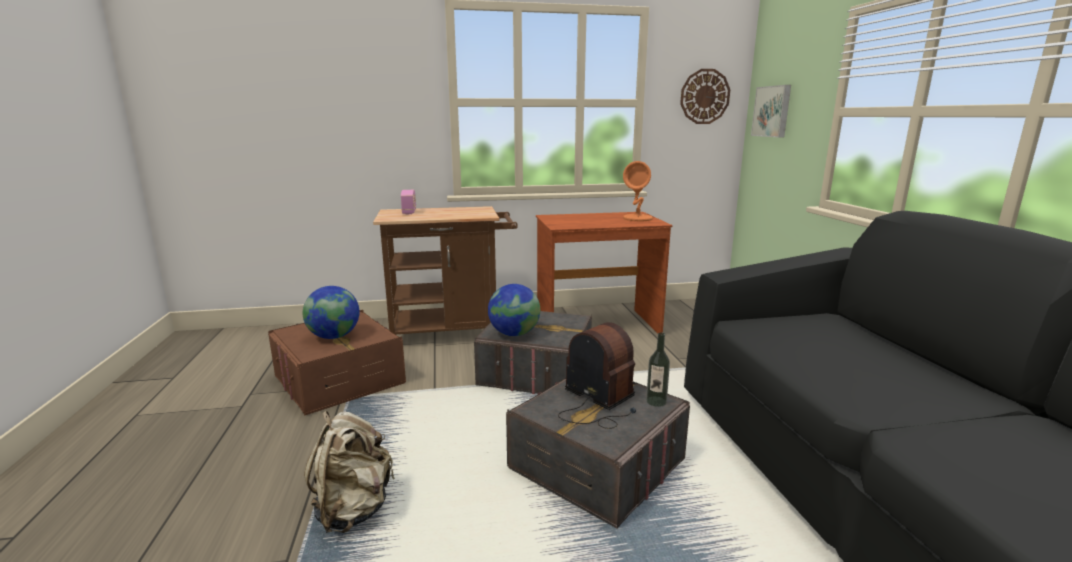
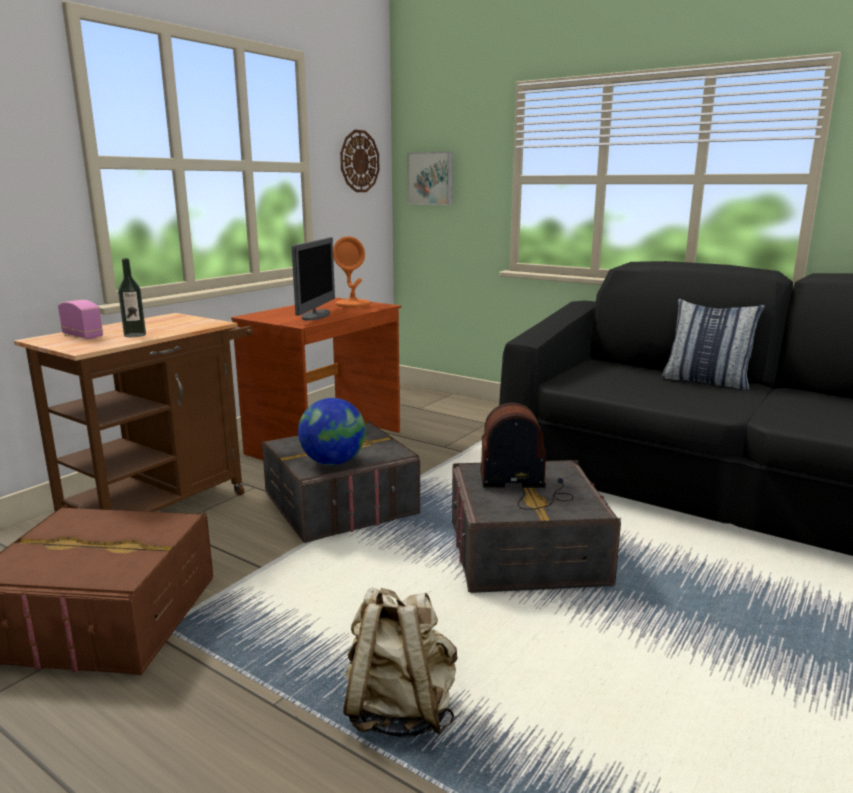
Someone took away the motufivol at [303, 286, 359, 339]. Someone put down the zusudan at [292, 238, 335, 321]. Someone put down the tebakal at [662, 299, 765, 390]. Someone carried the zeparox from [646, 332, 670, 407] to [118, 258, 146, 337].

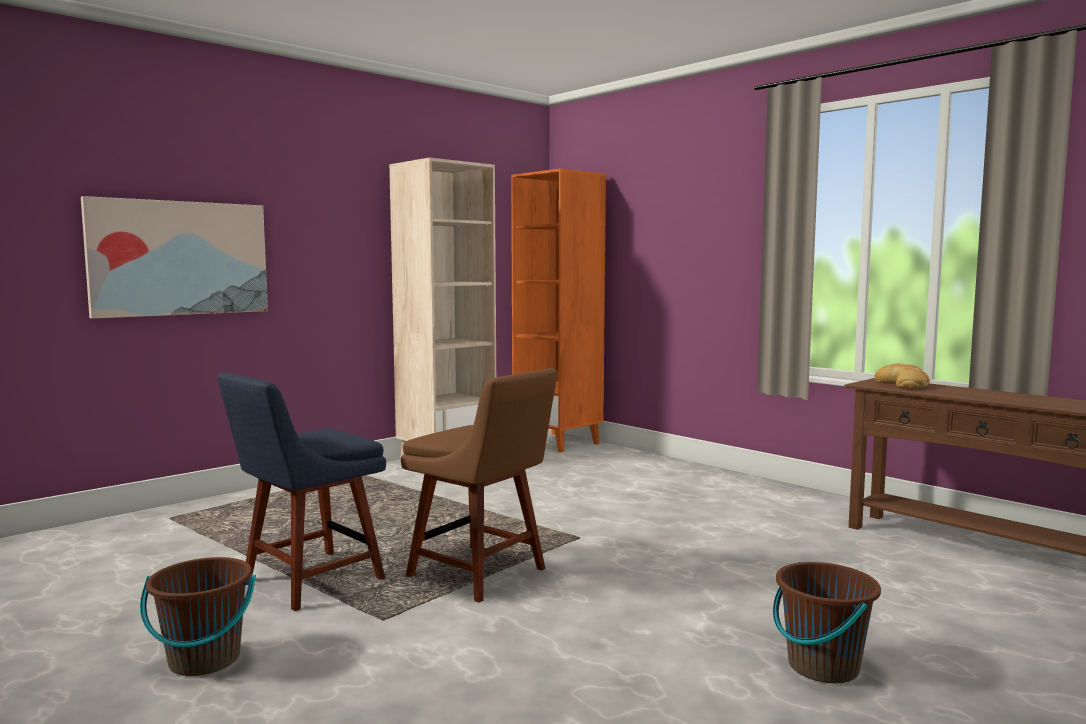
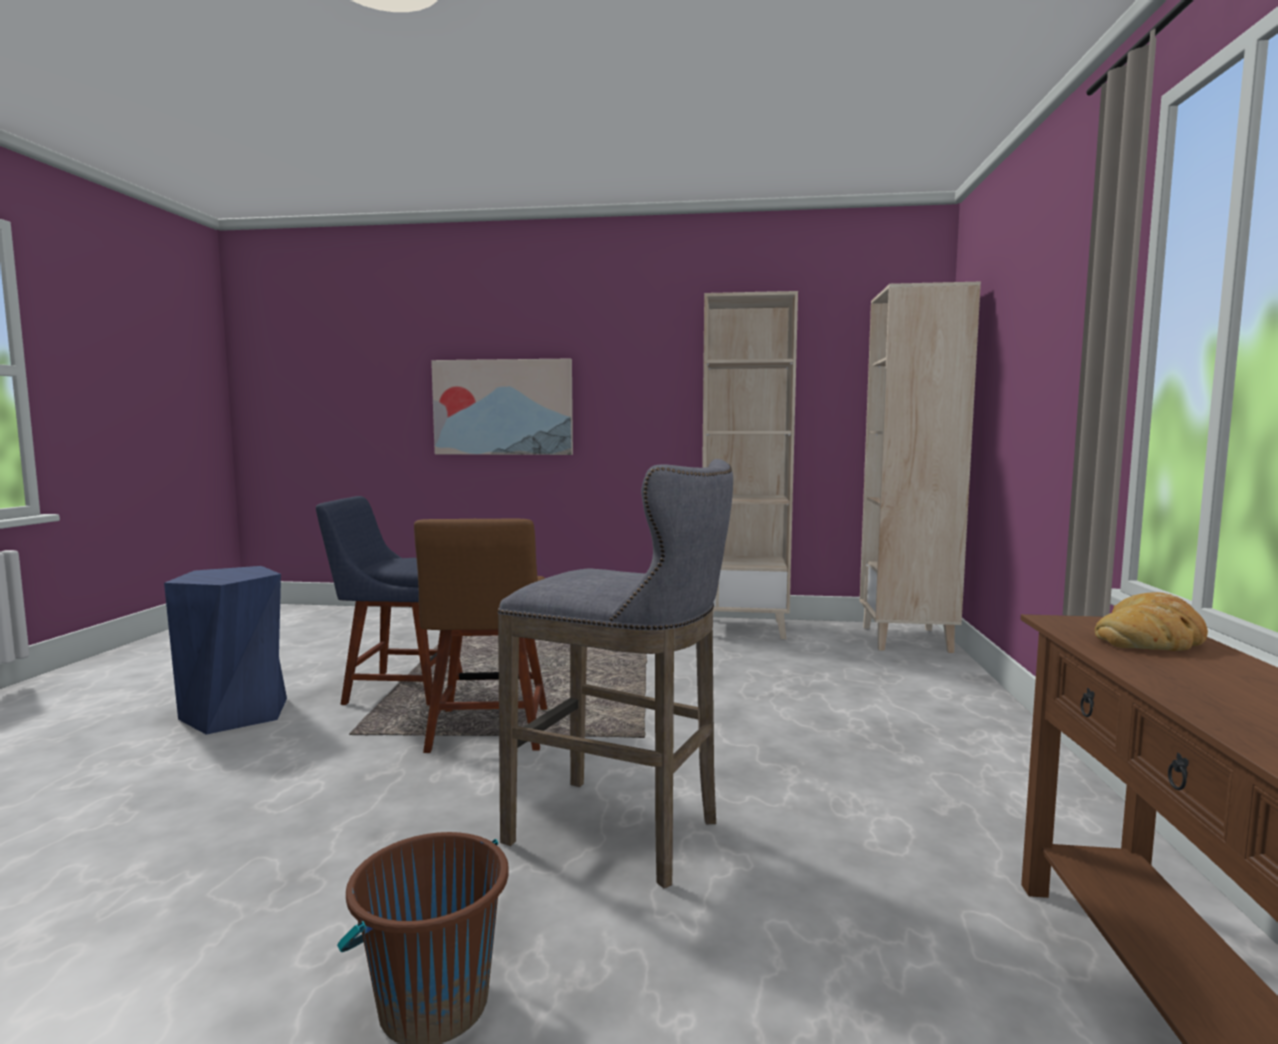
Someone put down the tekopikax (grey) at [498, 459, 733, 888]. Someone swapped the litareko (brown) at [140, 557, 256, 676] for the tekopikax (blue) at [164, 566, 287, 735]. Someone repainted the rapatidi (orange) at [511, 169, 606, 453], which became the rapatidi (beige) at [860, 282, 981, 653].

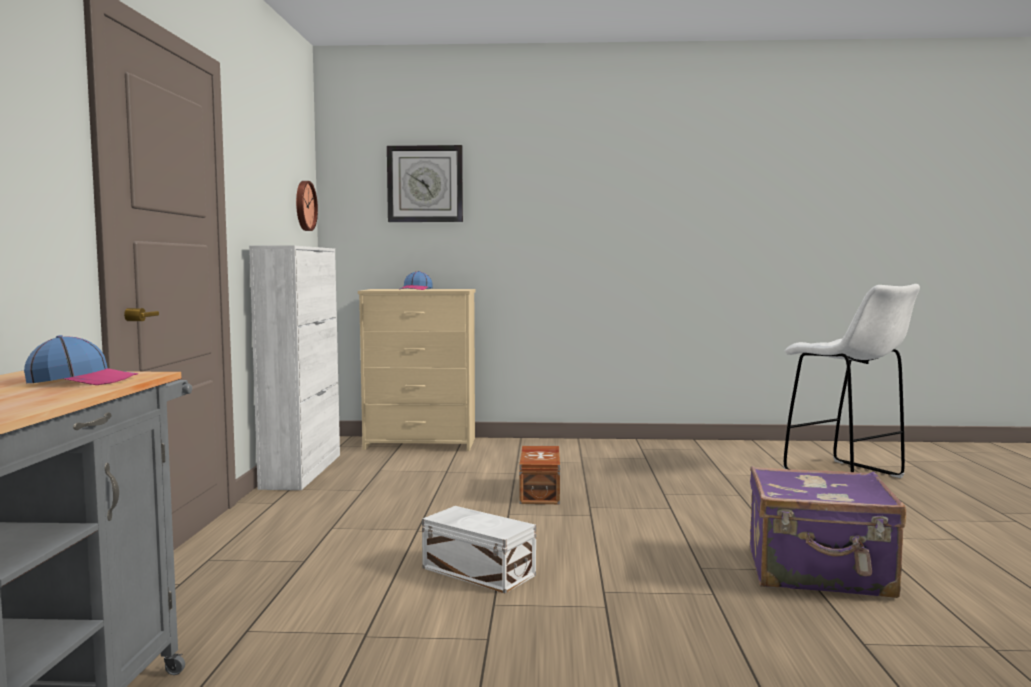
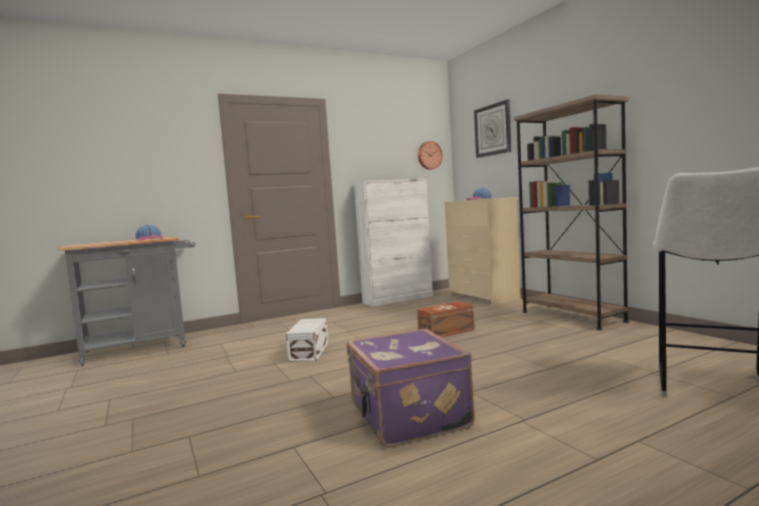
Someone put down the rapatidi (brown) at [514, 95, 629, 330].

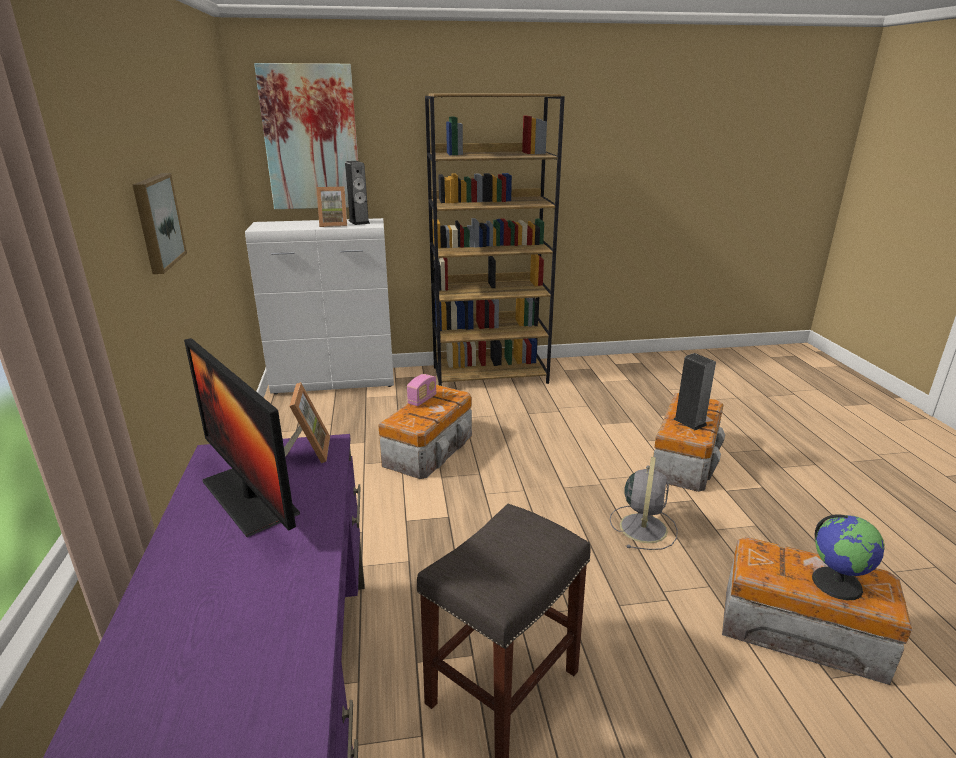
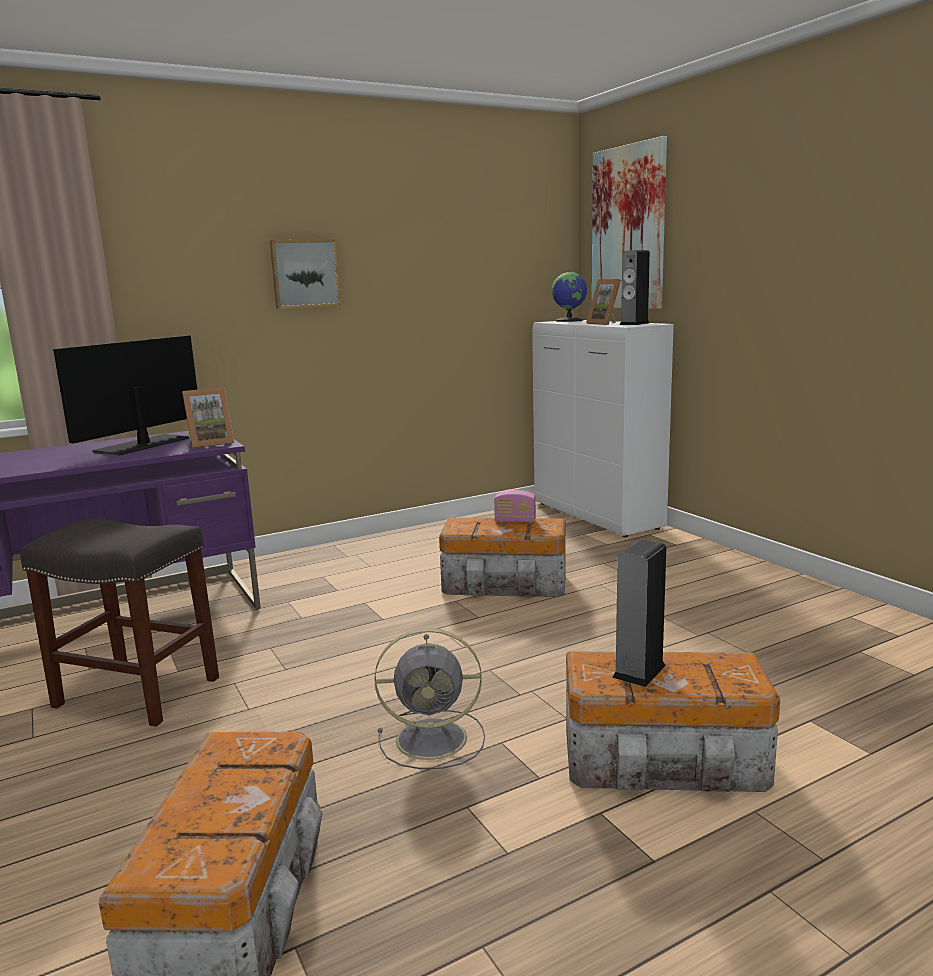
Someone took away the rapatidi (brown) at [425, 93, 565, 386]. Someone carried the motufivol from [812, 514, 885, 600] to [551, 272, 587, 322].

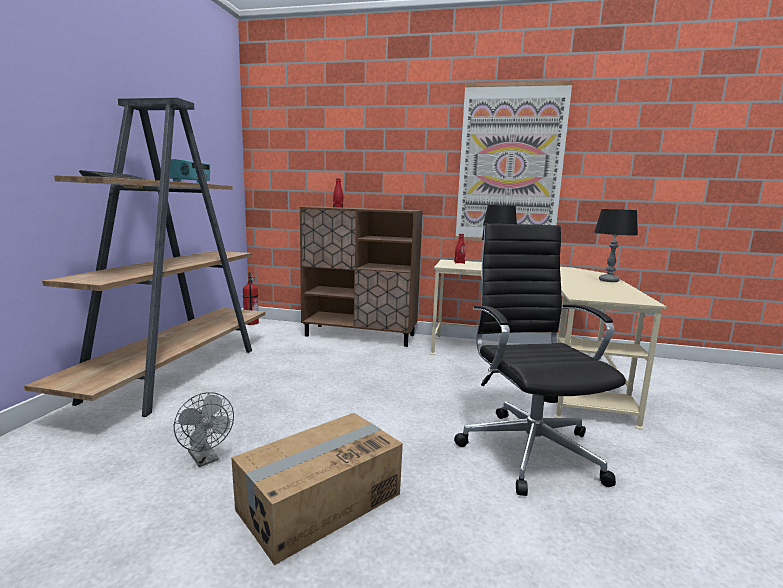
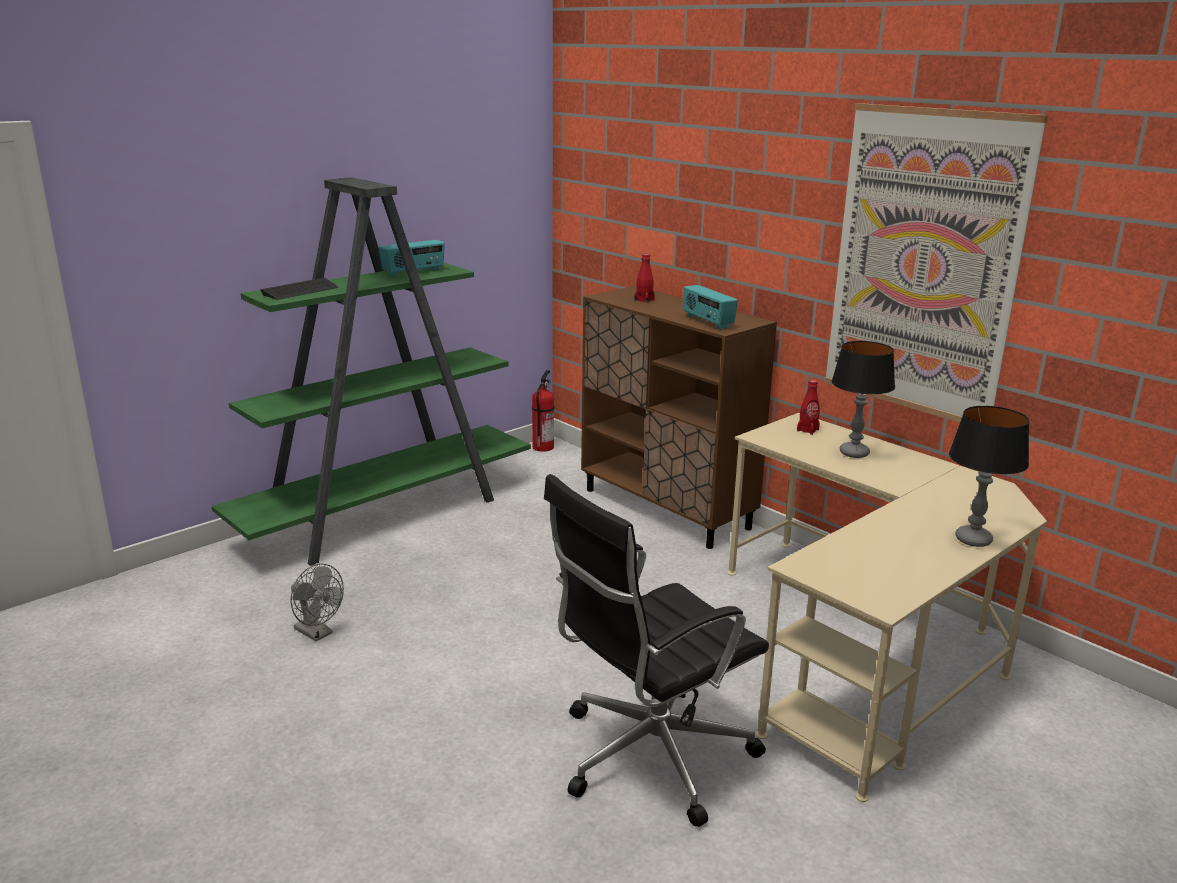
Someone took away the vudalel at [231, 413, 403, 565]. Someone put down the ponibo at [683, 285, 738, 329]. Someone repainted the rapatidi (brown) at [24, 98, 265, 417], which became the rapatidi (green) at [212, 177, 531, 566]. Someone rotated the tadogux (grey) at [174, 392, 234, 467] by 45 degrees counterclockwise. Someone rotated the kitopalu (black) at [454, 224, 626, 496] by 150 degrees counterclockwise.

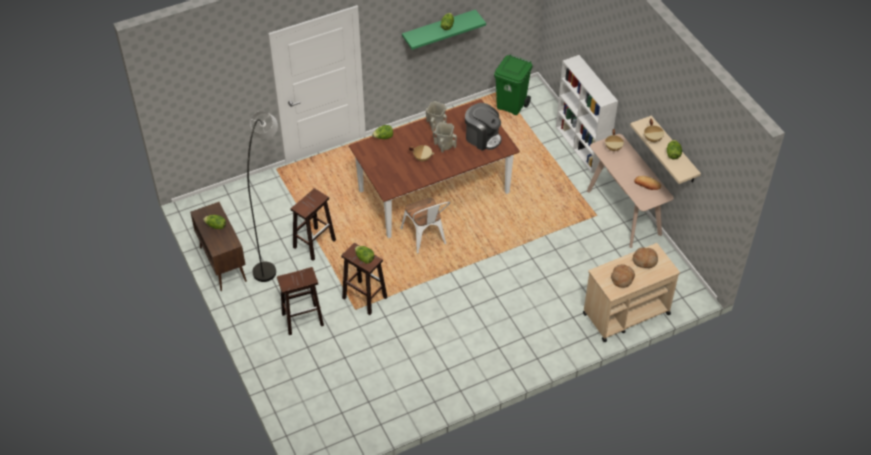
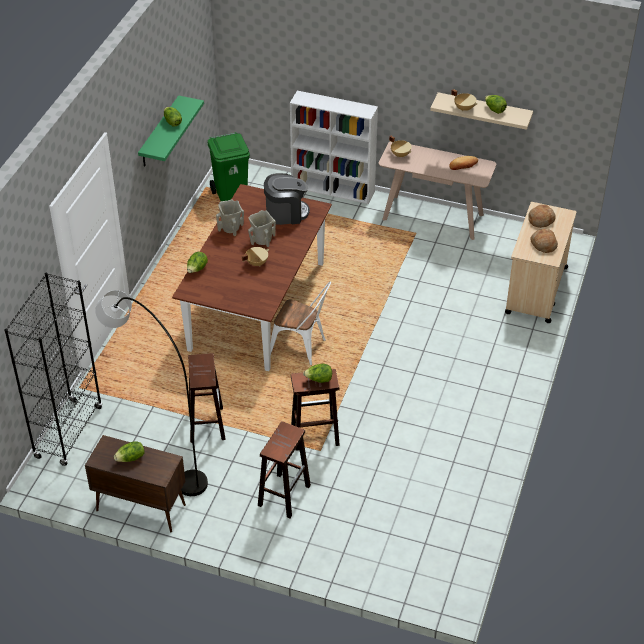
Someone put down the rapatidi (black) at [4, 273, 102, 466].

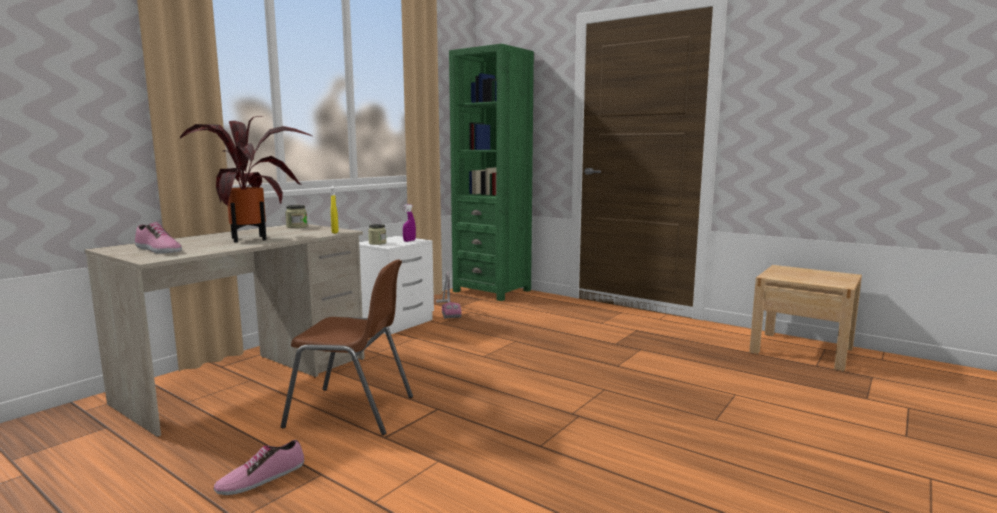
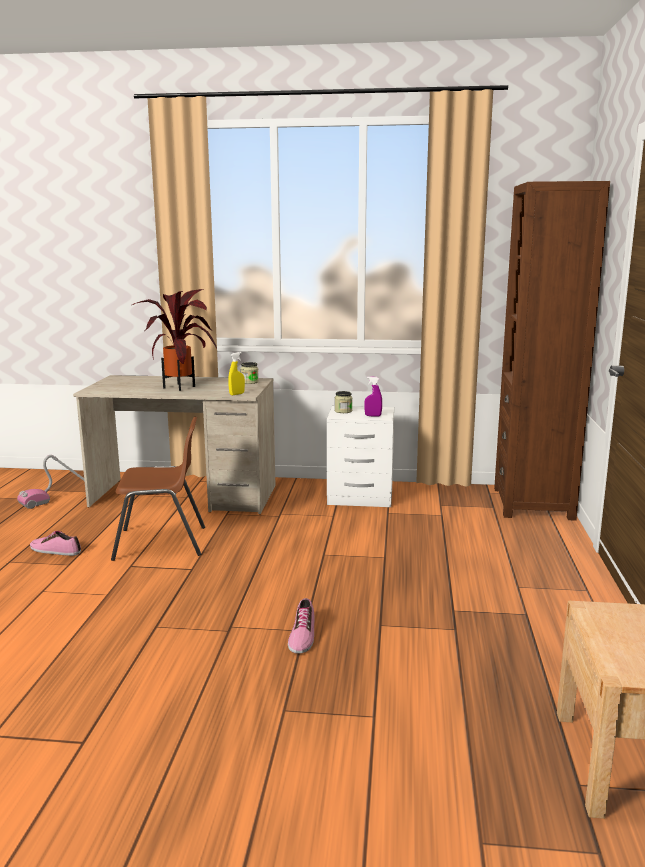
Someone carried the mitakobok from [135, 222, 182, 254] to [288, 598, 315, 653]. Someone carried the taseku from [436, 271, 461, 319] to [17, 455, 84, 509]. Someone repainted the rapatidi (green) at [449, 44, 534, 301], which became the rapatidi (brown) at [494, 181, 610, 521]. Someone rotated the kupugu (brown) at [281, 259, 413, 435] by 75 degrees counterclockwise.

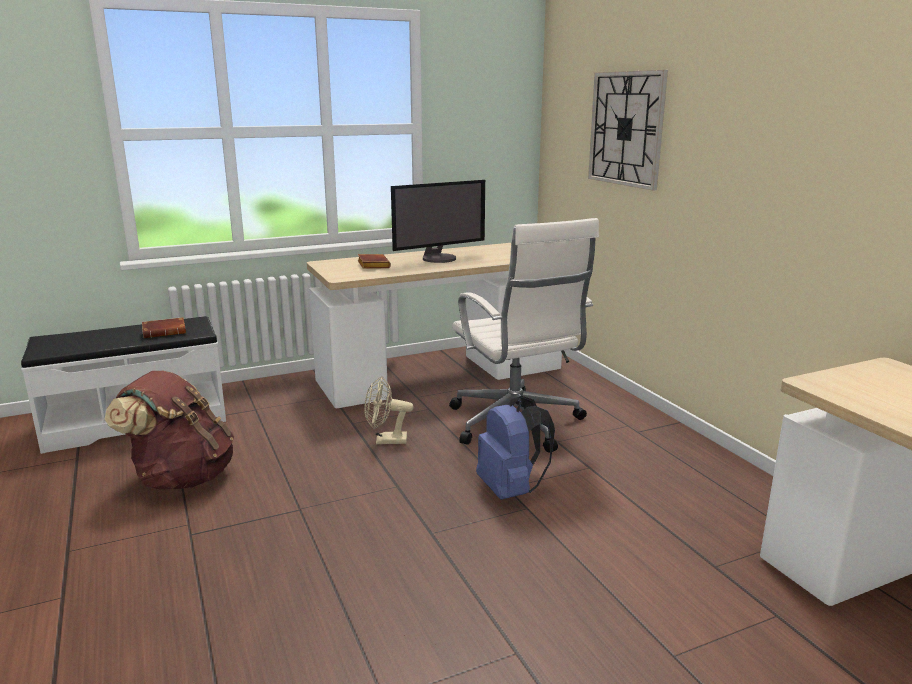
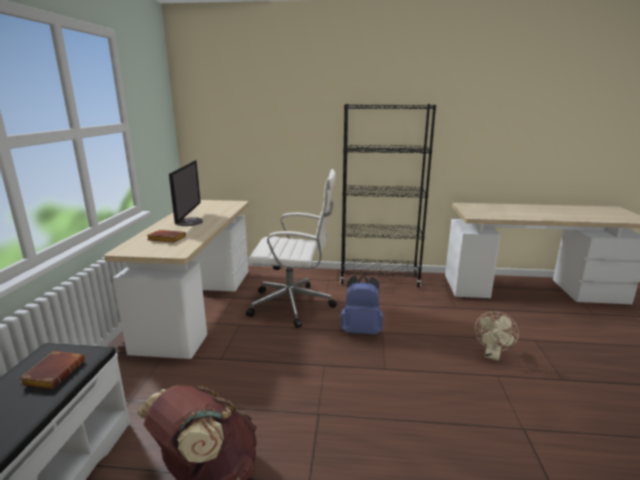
Someone took away the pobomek at [588, 70, 668, 191]. Someone put down the rapatidi (black) at [340, 104, 436, 288]. Someone carried the tadogux (beige) from [364, 376, 414, 444] to [475, 312, 519, 361].

